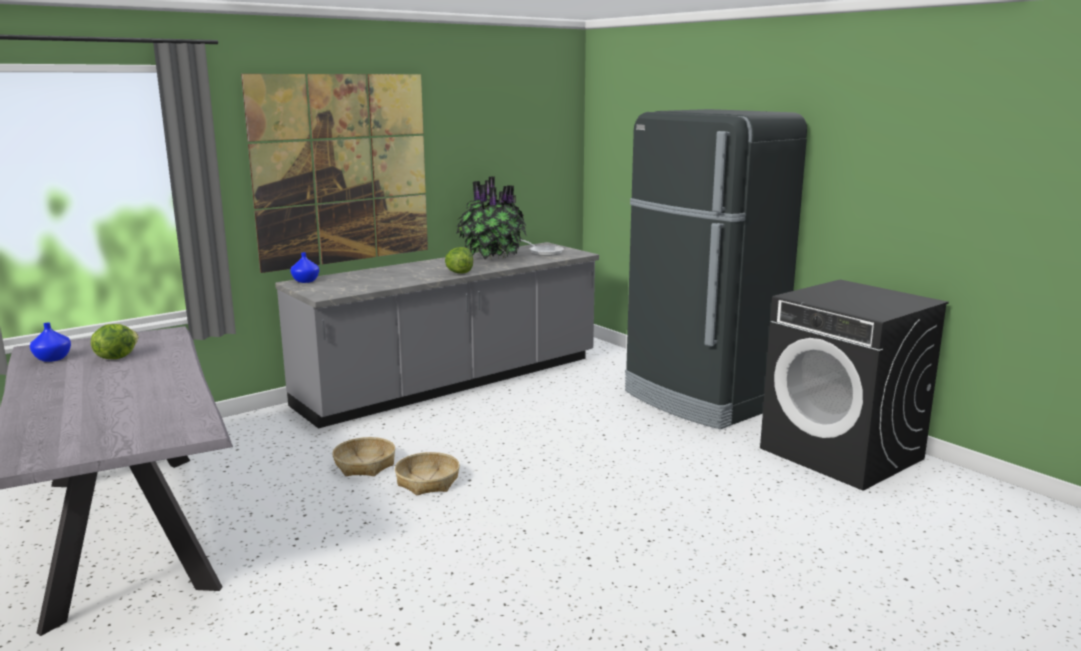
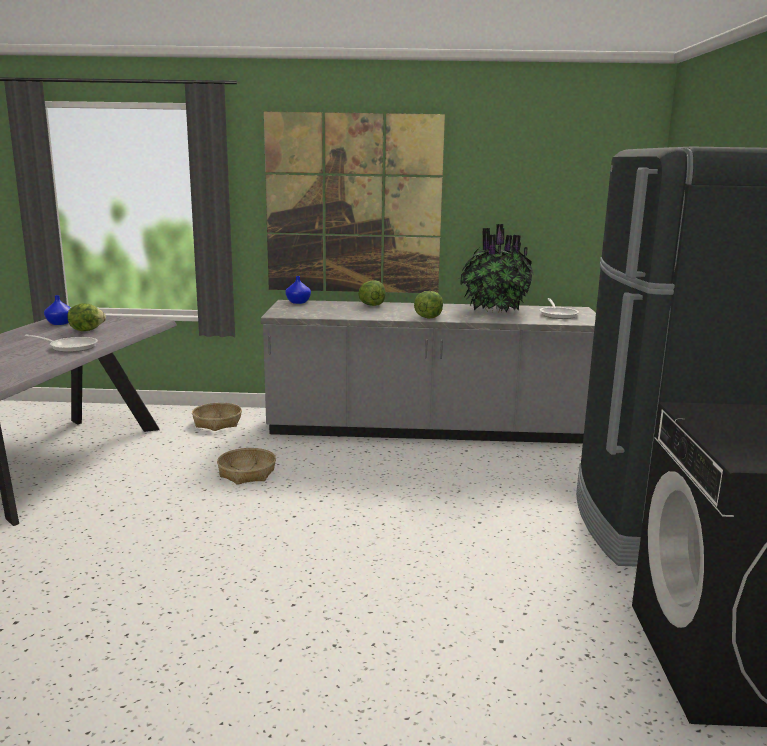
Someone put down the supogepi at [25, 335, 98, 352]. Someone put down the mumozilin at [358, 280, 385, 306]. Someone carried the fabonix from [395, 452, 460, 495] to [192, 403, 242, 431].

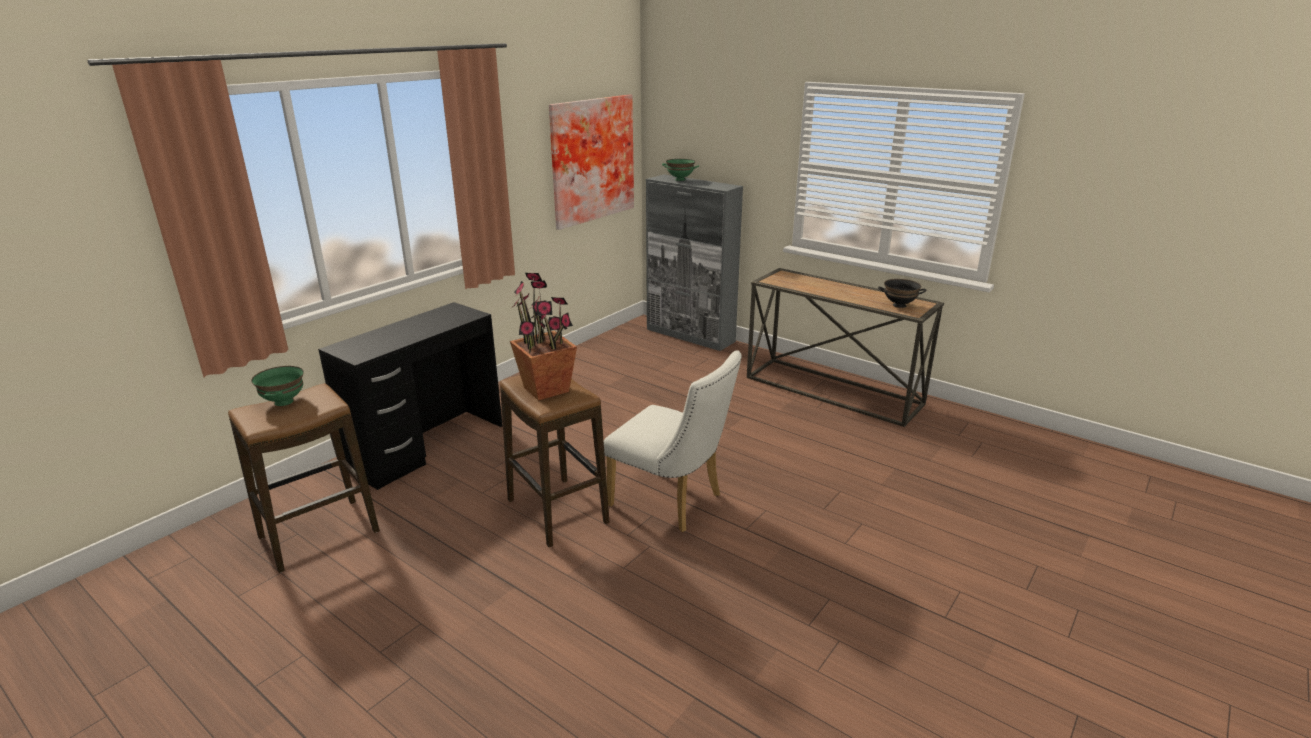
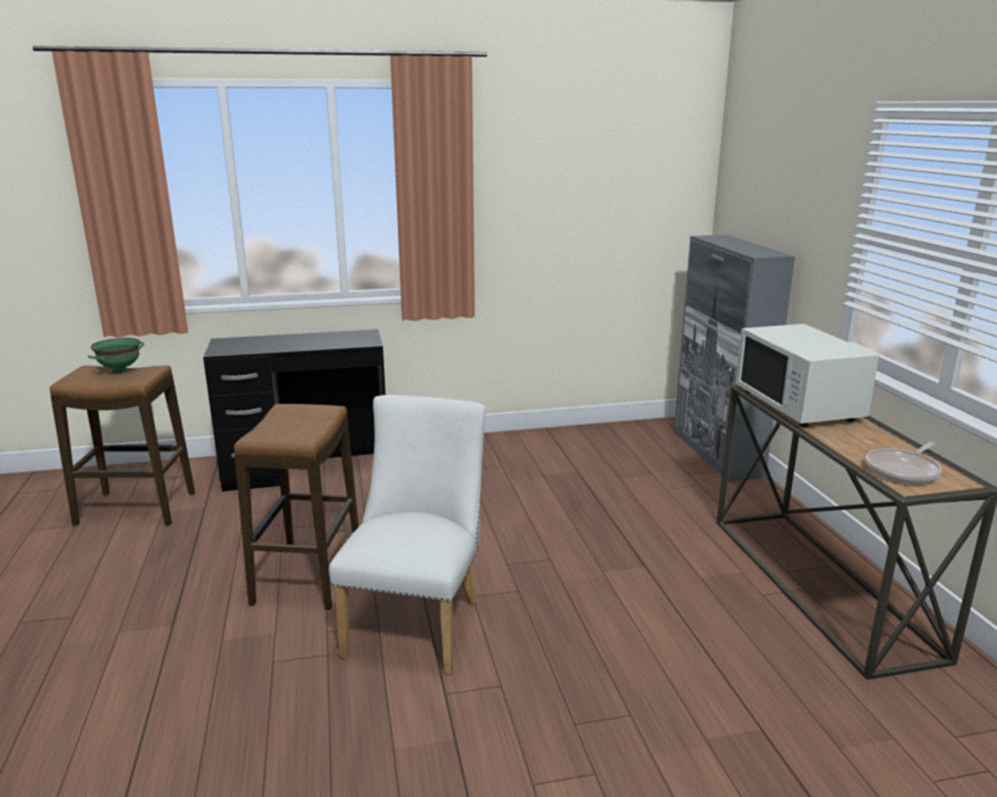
Someone took away the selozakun at [510, 273, 577, 401]. Someone took away the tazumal at [549, 94, 634, 230]. Someone took away the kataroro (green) at [662, 159, 699, 181]. Someone put down the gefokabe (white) at [736, 324, 879, 427]. Someone swapped the kataroro (black) at [878, 279, 926, 308] for the supogepi at [865, 442, 942, 484]. Someone rotated the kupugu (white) at [604, 350, 742, 532] by 150 degrees counterclockwise.

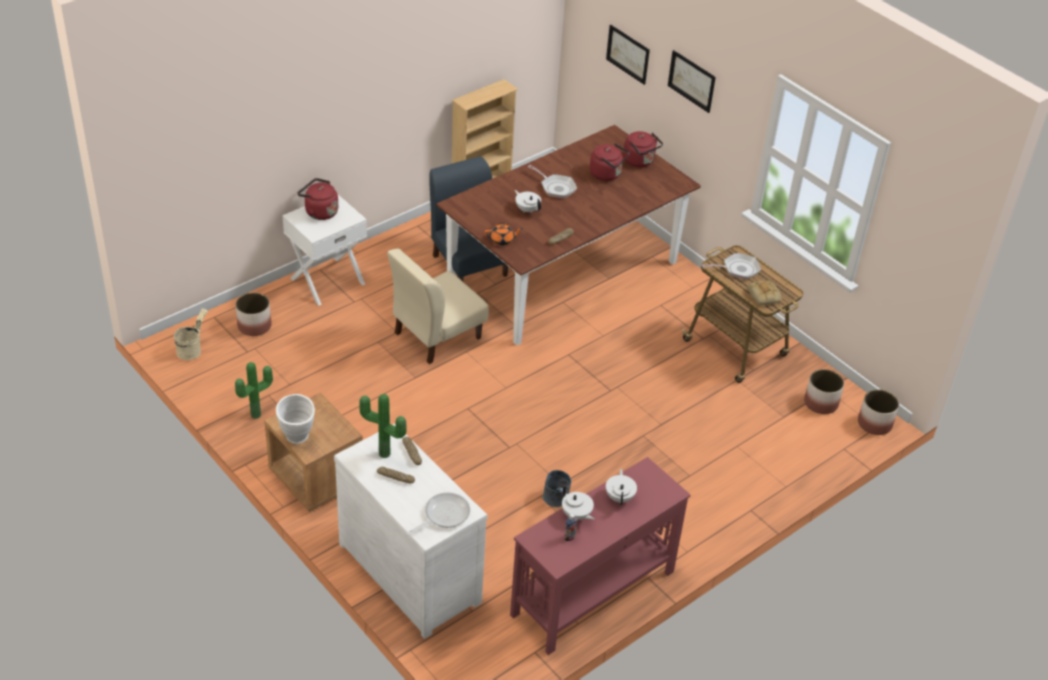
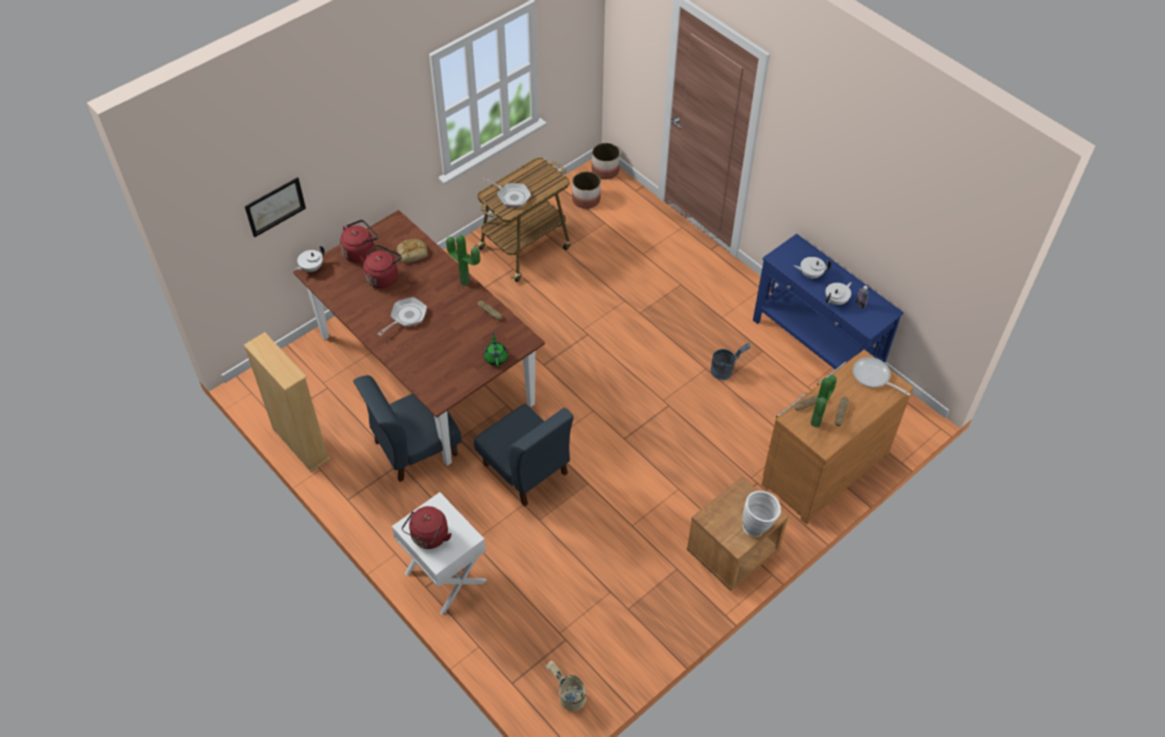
Someone took away the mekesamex at [236, 293, 272, 336]. Someone took away the tazumal at [668, 50, 716, 113]. Someone carried the selozakun from [235, 362, 273, 419] to [446, 235, 480, 286]. Someone carried the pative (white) from [515, 190, 541, 213] to [294, 246, 324, 272]. Someone carried the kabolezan from [748, 280, 782, 305] to [397, 239, 428, 263]. Someone repainted the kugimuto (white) at [334, 424, 487, 639], which became the kugimuto (brown) at [761, 350, 914, 524]. Someone repainted the kupugu (beige) at [387, 249, 489, 364], which became the kupugu (blue) at [474, 404, 573, 506]. Someone repainted the pative (orange) at [484, 223, 523, 246], which became the pative (green) at [484, 333, 508, 367]. Someone repainted the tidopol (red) at [510, 457, 691, 655], which became the tidopol (blue) at [753, 234, 904, 369]. Someone rotated the supogepi at [701, 253, 761, 280] by 135 degrees clockwise.

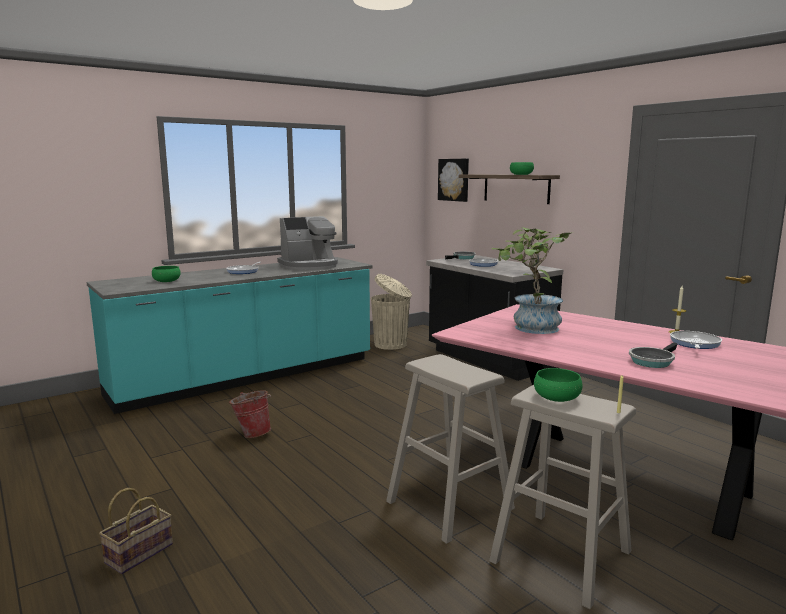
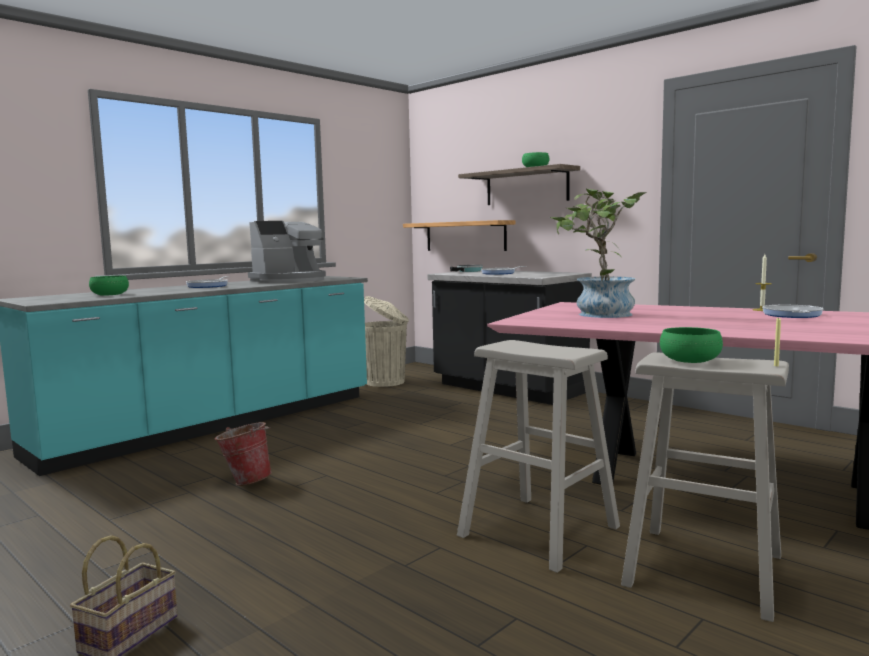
Someone took away the tazumal at [438, 159, 469, 202]. Someone took away the supogepi at [629, 342, 677, 368]. Someone put up the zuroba at [403, 220, 516, 251].

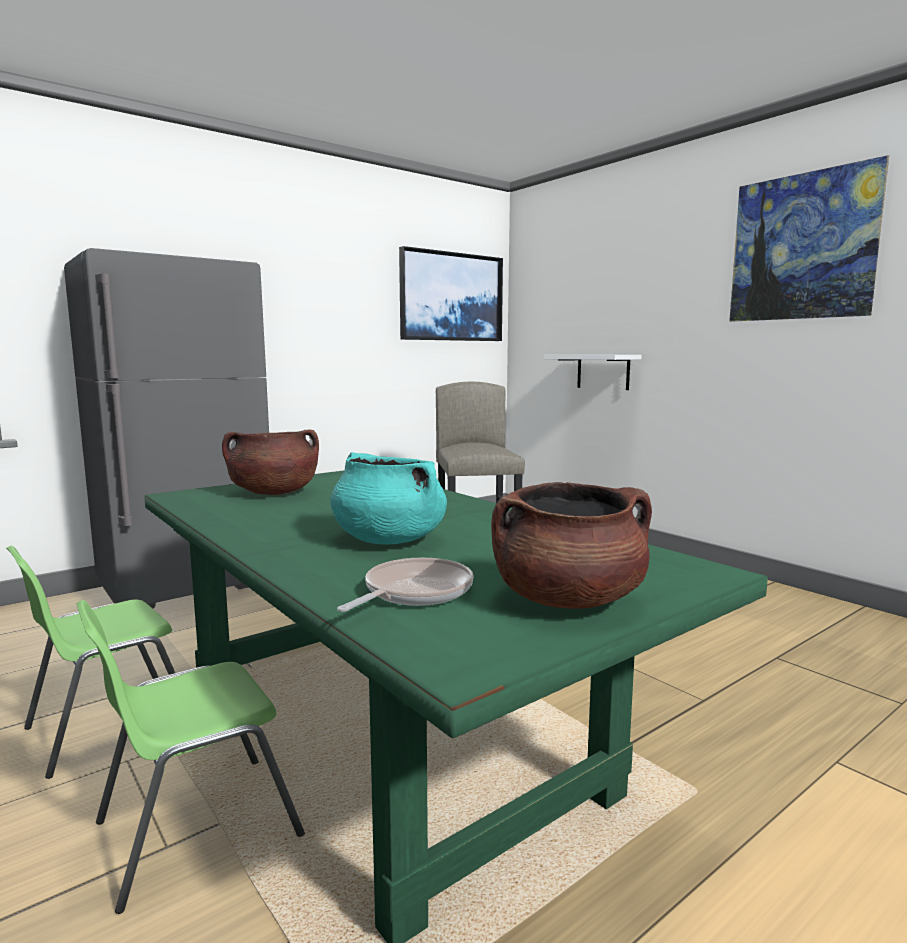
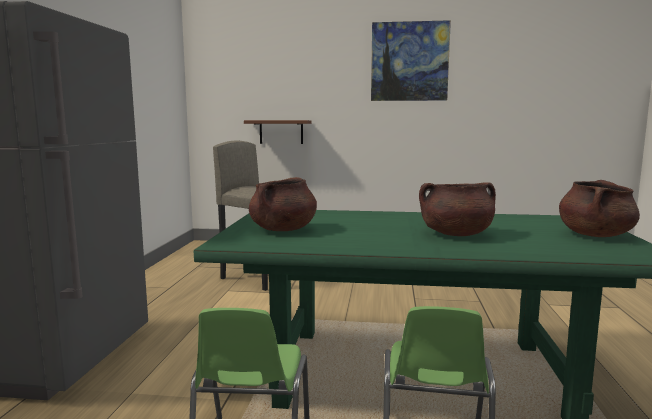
Someone took away the supogepi at [337, 558, 474, 612]. Someone took away the tazumal at [399, 246, 503, 341]. Someone repainted the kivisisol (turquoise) at [330, 452, 447, 545], which became the kivisisol (brown) at [419, 182, 496, 236]. Someone repainted the zuroba (white) at [544, 355, 642, 390], which became the zuroba (brown) at [244, 120, 312, 144].

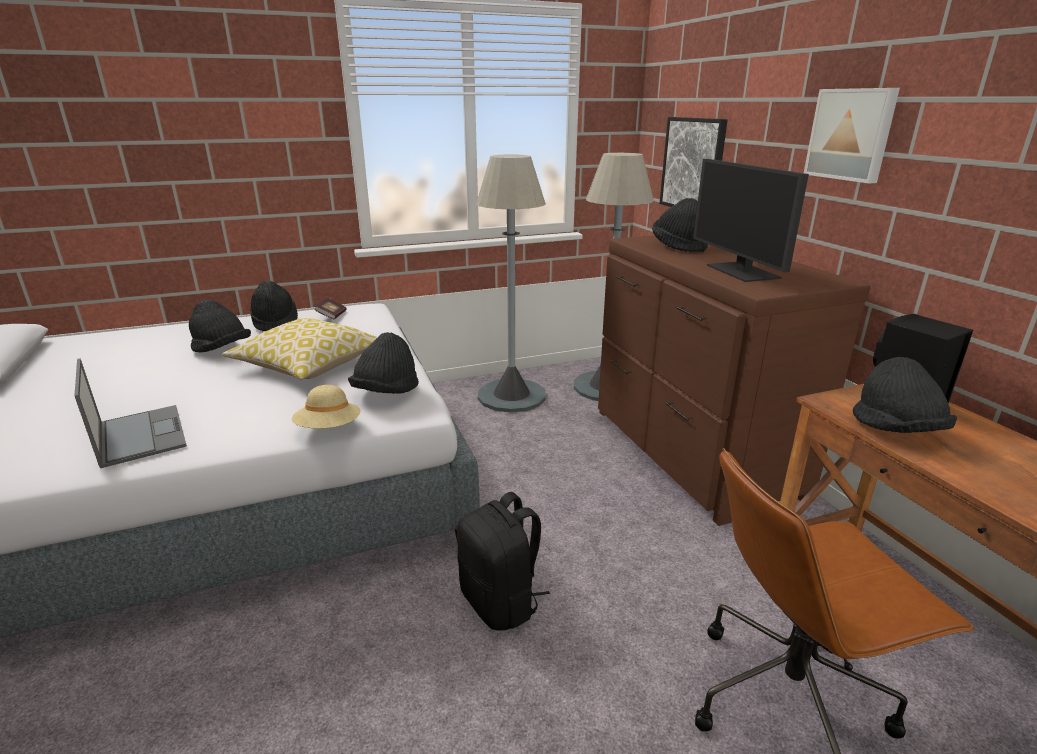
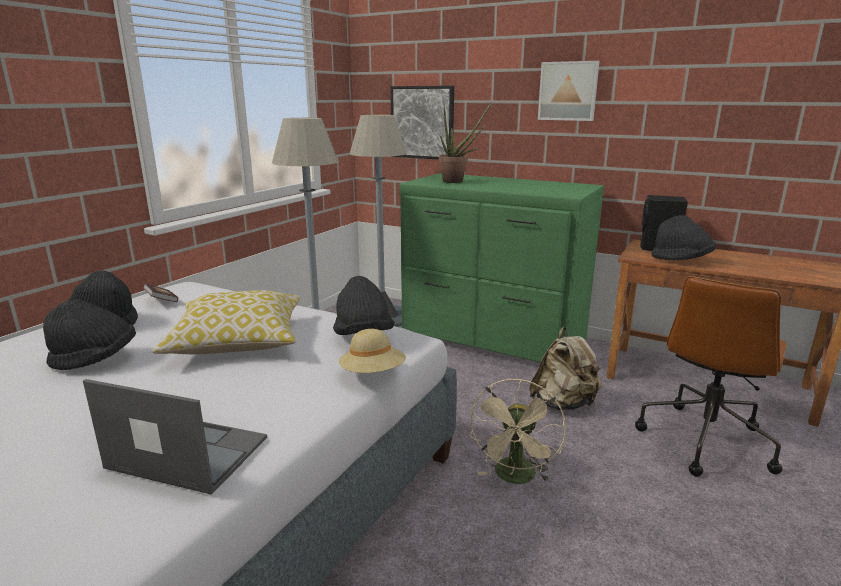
Someone took away the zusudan at [693, 159, 809, 282]. Someone put down the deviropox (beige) at [529, 327, 602, 410]. Someone swapped the deviropox (black) at [457, 492, 550, 630] for the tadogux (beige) at [469, 379, 566, 484]. Someone swapped the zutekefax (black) at [652, 198, 708, 252] for the selozakun at [439, 102, 492, 183]. Someone repainted the kugimuto (brown) at [598, 235, 871, 526], which became the kugimuto (green) at [399, 173, 604, 362].

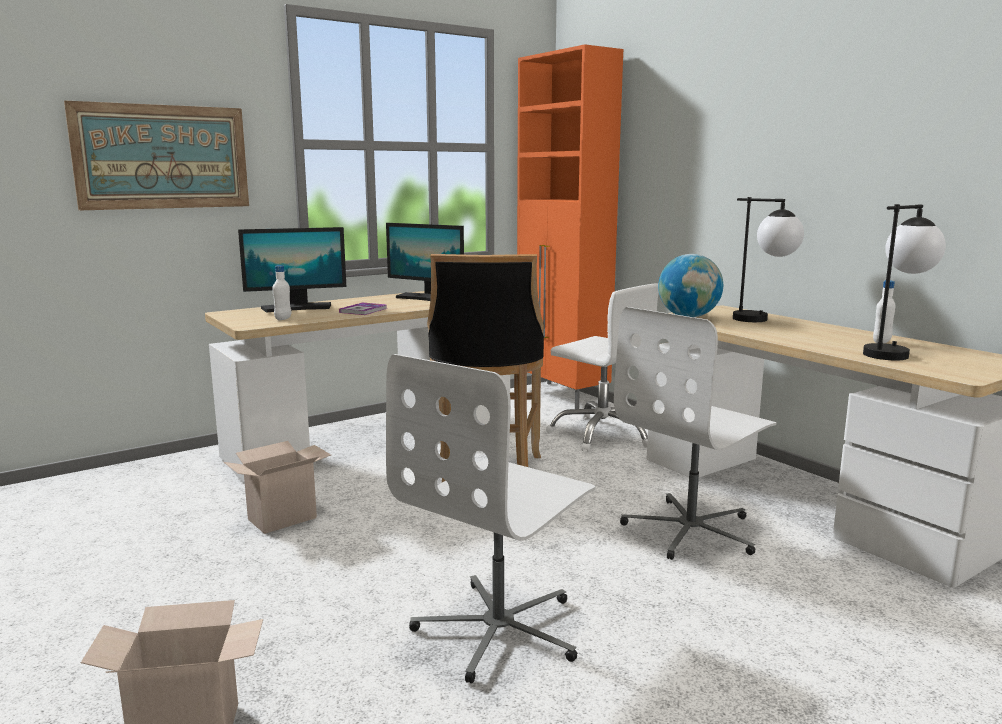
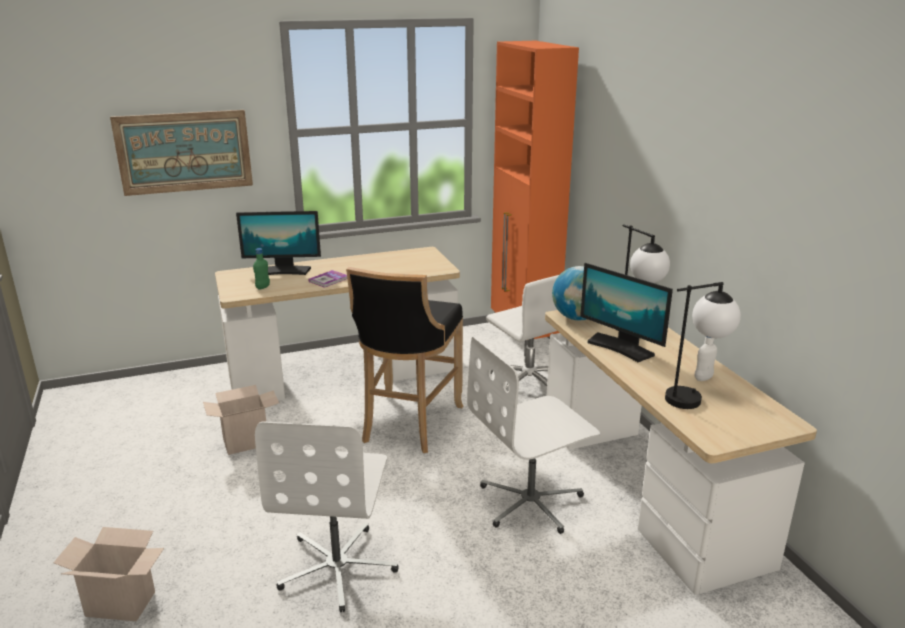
Someone carried the zusudan from [386, 223, 464, 301] to [580, 263, 673, 362]. Someone repainted the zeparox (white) at [272, 265, 291, 320], which became the zeparox (green) at [253, 248, 270, 290]. Someone rotated the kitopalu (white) at [386, 354, 596, 683] by 45 degrees counterclockwise.

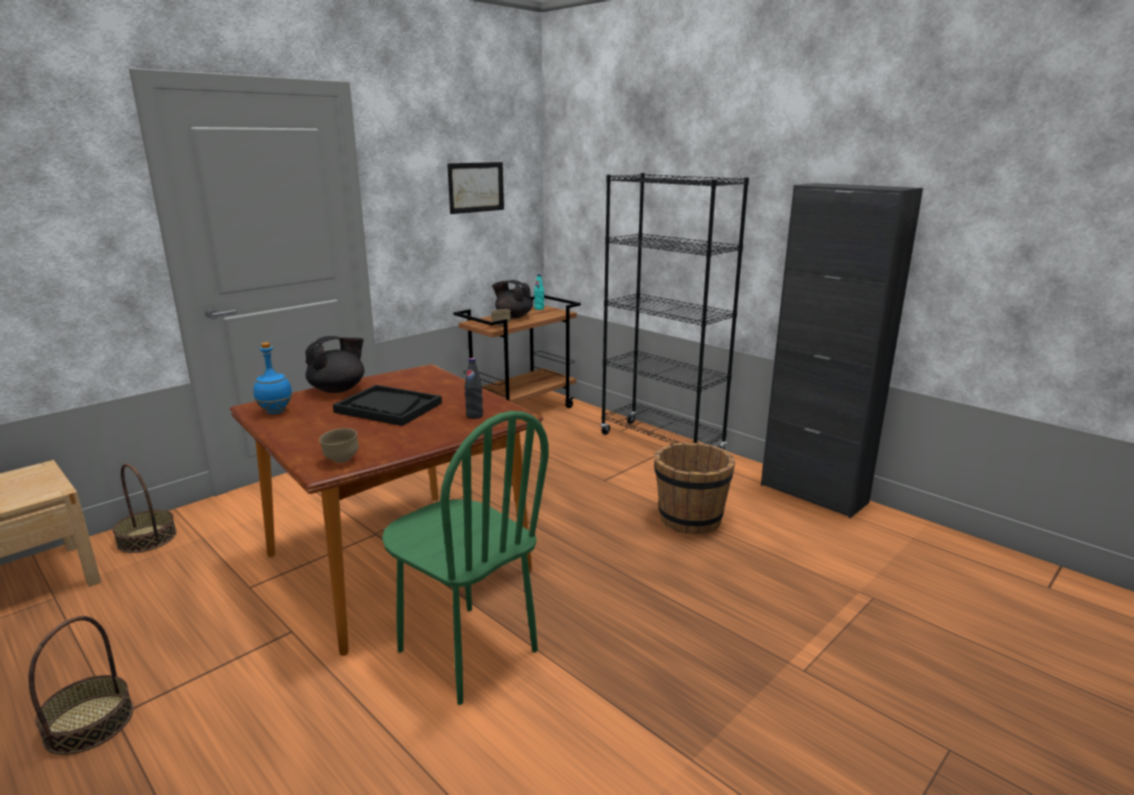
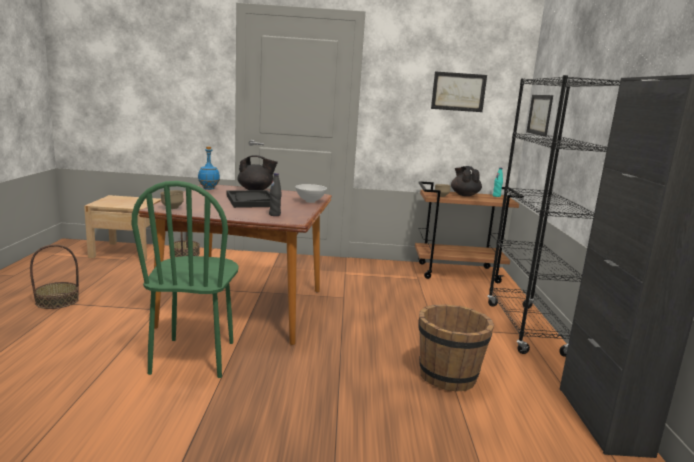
Someone put down the kataroro (white) at [295, 184, 327, 203]. Someone put up the tazumal at [526, 95, 553, 137].

